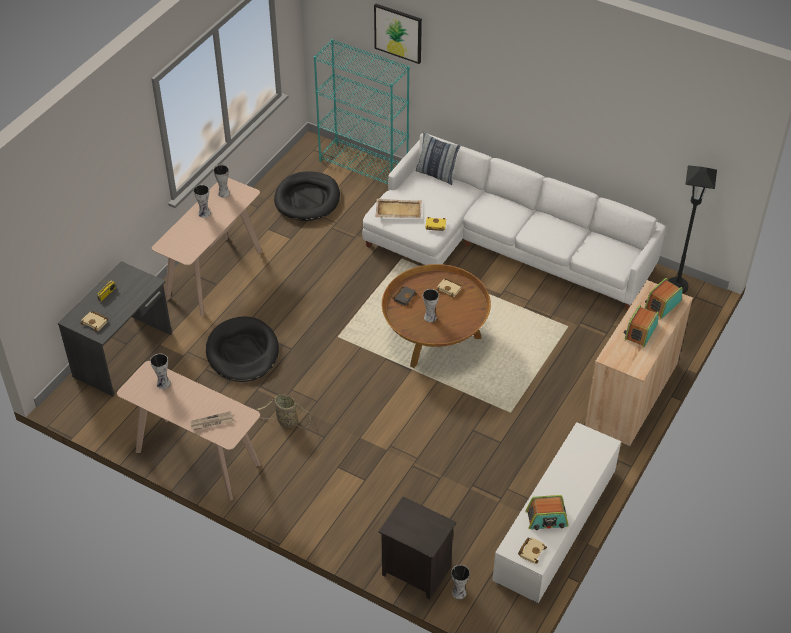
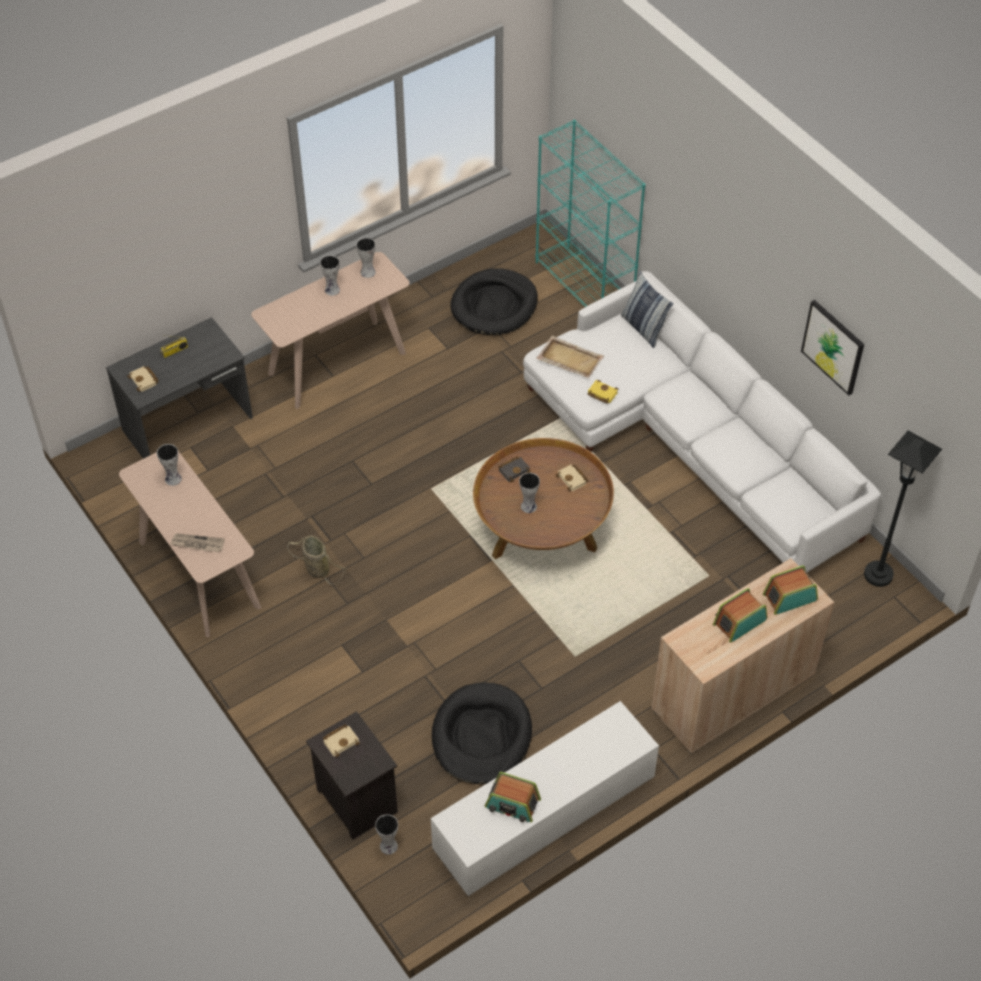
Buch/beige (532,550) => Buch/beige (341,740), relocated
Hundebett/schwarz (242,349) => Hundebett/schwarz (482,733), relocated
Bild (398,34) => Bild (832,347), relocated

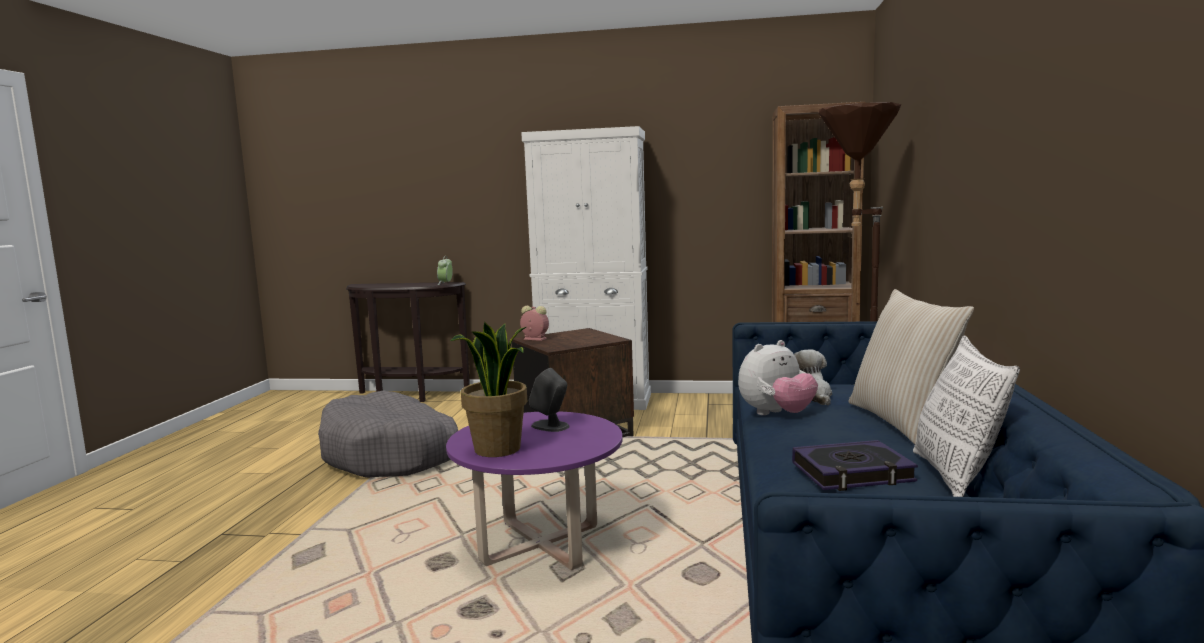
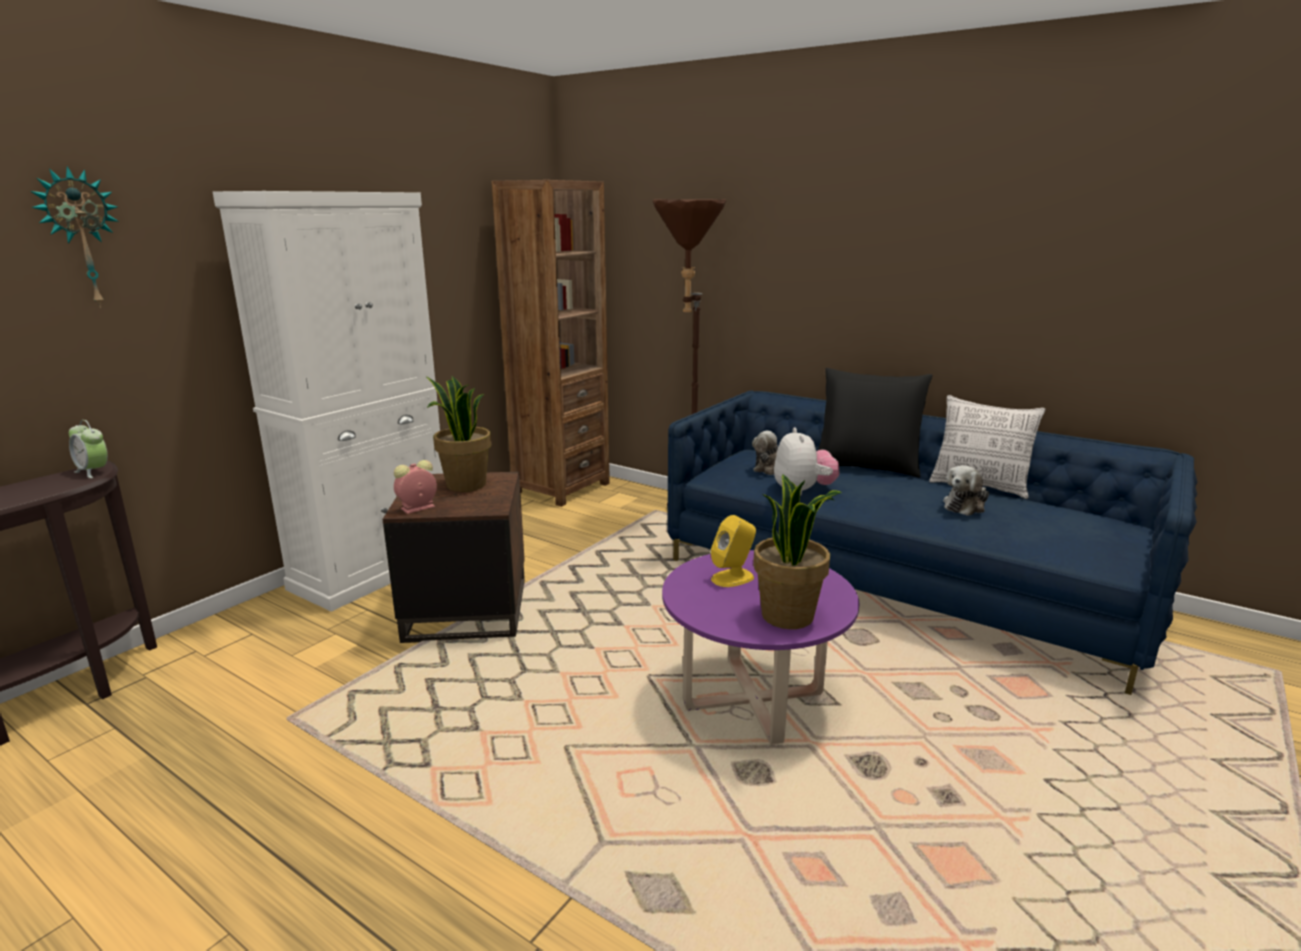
nothing => Wanduhr (74,237)
nothing => Topfpflanze (458,434)
Lautsprecher/grau (549,400) => Lautsprecher/gelb (733,551)
Kissen/beige (911,366) => Kissen/schwarz (875,423)
Buch (855,465) => Plüschtier (966,490)
Hundebett/grau (388,434) => nothing

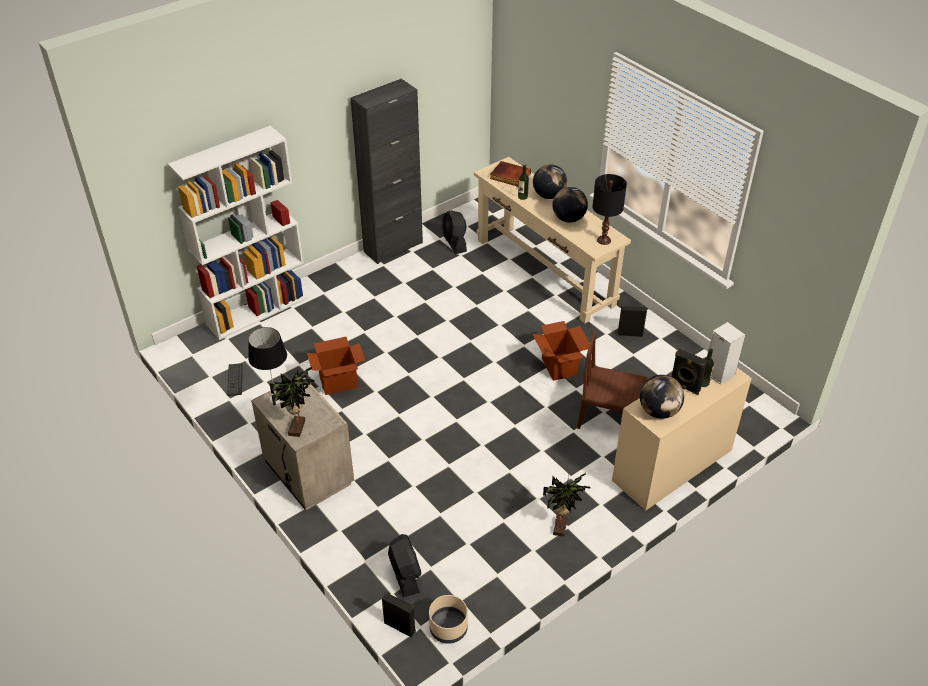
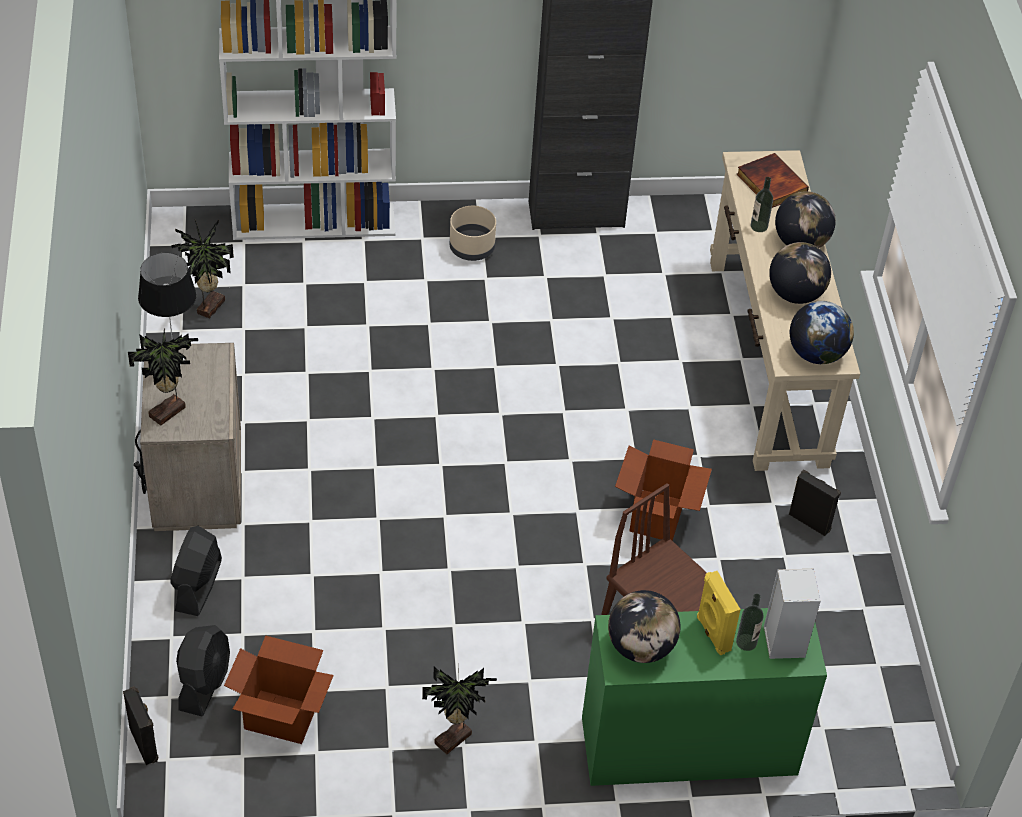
Ventilator/schwarz (454,232) => Ventilator/schwarz (196,571), relocated
Tastatur (235,379) => Topfpflanze (202,269)
Karton (336,366) => Karton (279,689), relocated
Pflanzkübel/beige (448,619) => Pflanzkübel/beige (473,233), relocated
Schreibtisch/beige (682,433) => Schreibtisch/grün (704,697)
Lautsprecher/schwarz (690,372) => Lautsprecher/gelb (719,613)
Tischlampe/schwarz (609,209) => Globus (822,332)

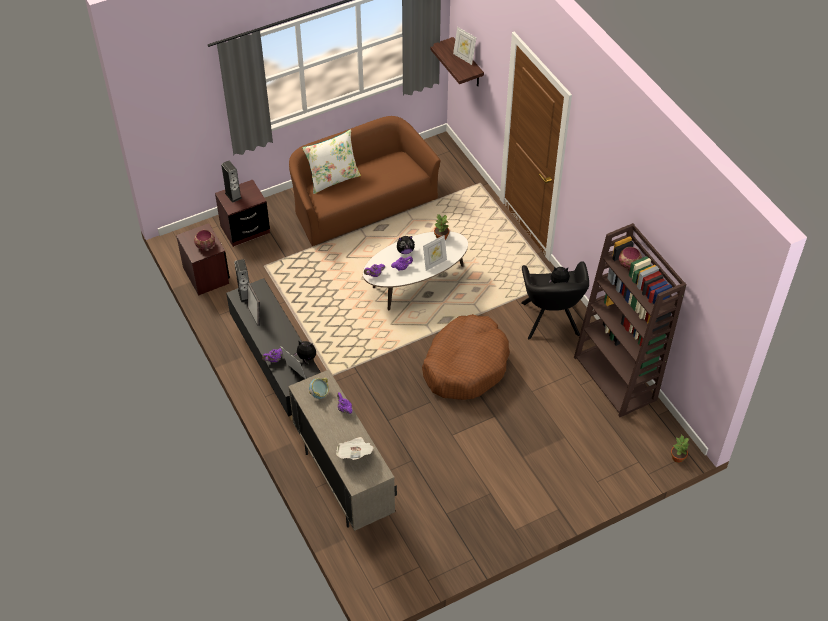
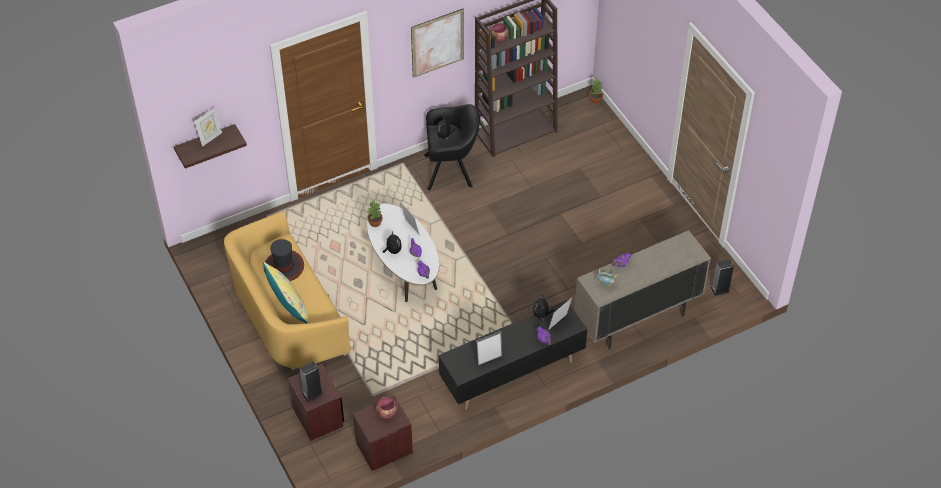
Sofa/braun (364,181) => Sofa/gelb (287,290)
Kissen/weiß (331,161) => Kissen/gelb (286,292)
nothing => Hut (284,260)
nothing => Bild (437,43)
Lautsprecher (241,280) => Lautsprecher (722,277), relocated
Zeitung (355,448) => nothing
Hundebett/braun (466,357) => nothing

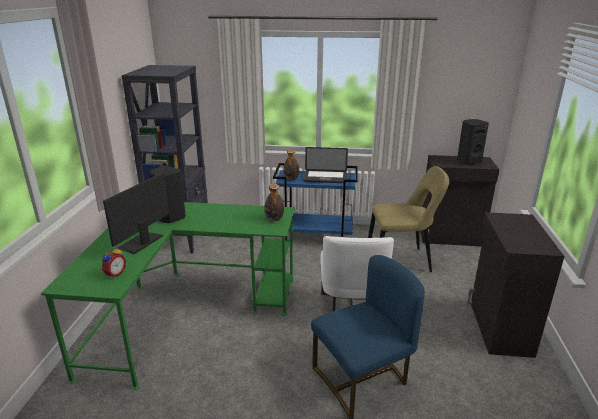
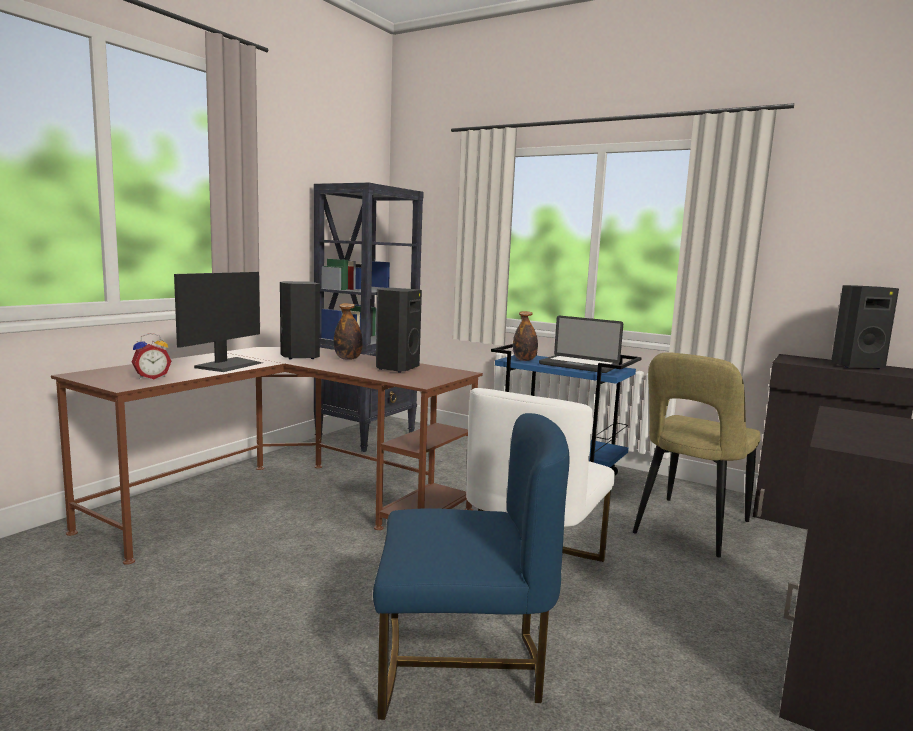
Schreibtisch/grün (168,296) => Schreibtisch/braun (267,456)
Monitor (136,213) => Monitor (218,322), 150 degrees clockwise
Flasche (274,202) => Flasche (348,331), relocated
nothing => Lautsprecher/schwarz (399,330)
Stuhl/beige (408,219) => Stuhl/beige (697,455), 105 degrees clockwise

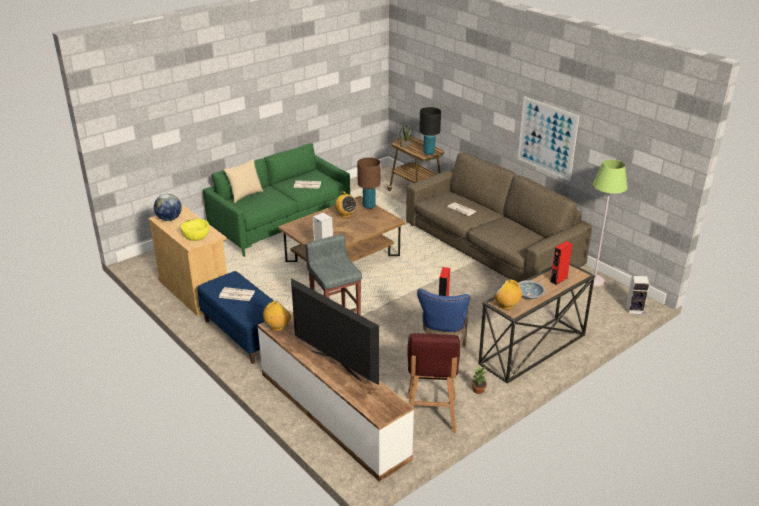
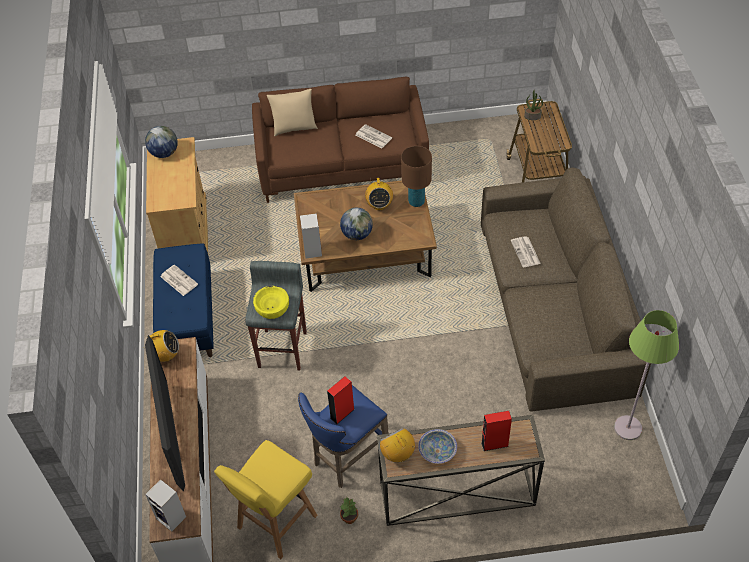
Lautsprecher (638,294) => Lautsprecher (165,505), relocated
Hocker/rot (433,383) => Hocker/gelb (265,499)
Sofa/grün (276,200) => Sofa/braun (340,140)
Schüssel/gelb (195,230) => Schüssel/gelb (271,302), relocated
nothing => Globus (356,224)
Tischlampe/schwarz (430,131) => nothing
Bild (548,138) => nothing

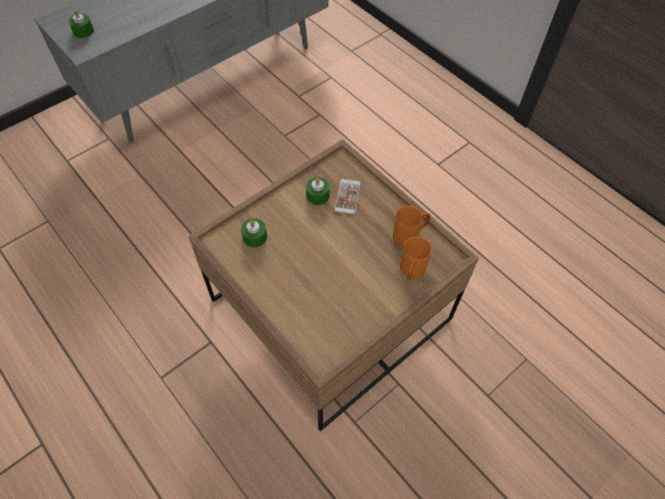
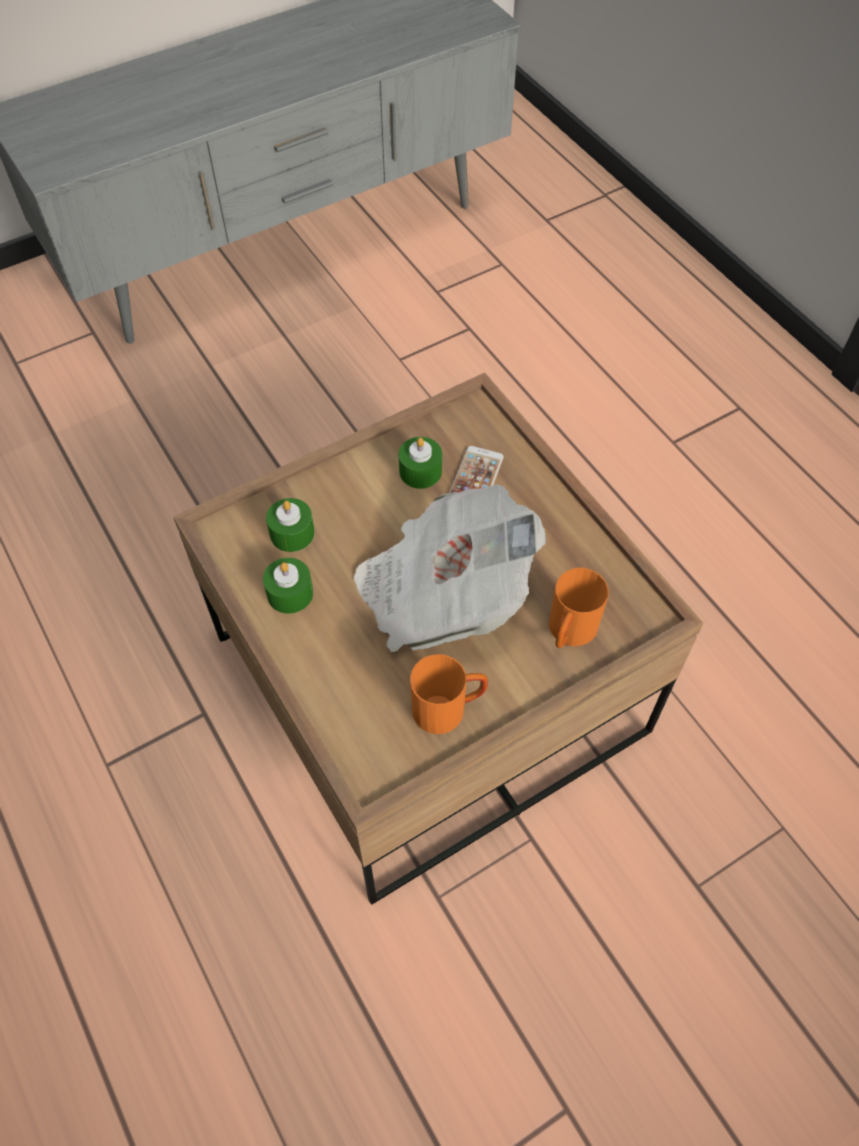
Kerze/grün (81,24) => Kerze/grün (288,586), relocated
nothing => Zeitung (449,568)
Henkelbecher/orange (412,226) => Henkelbecher/orange (449,694), relocated

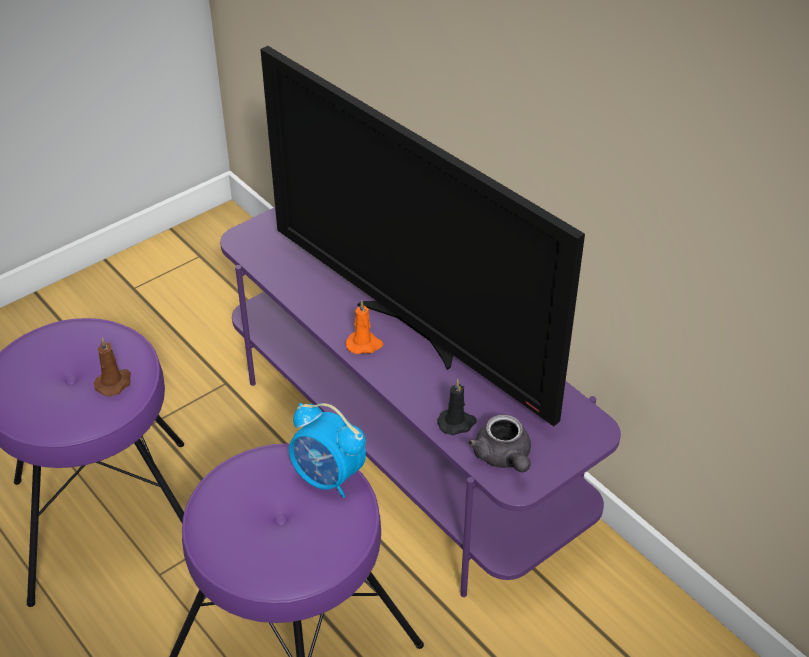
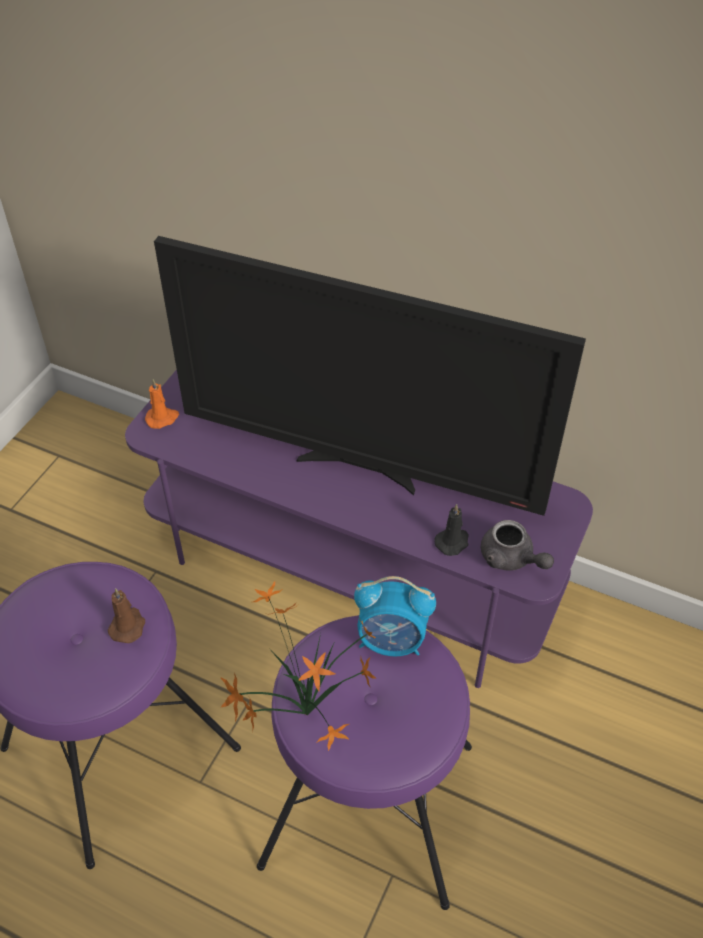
Kerze/orange (365,327) => Kerze/orange (162,404), relocated
nothing => Topfpflanze (298,666)

